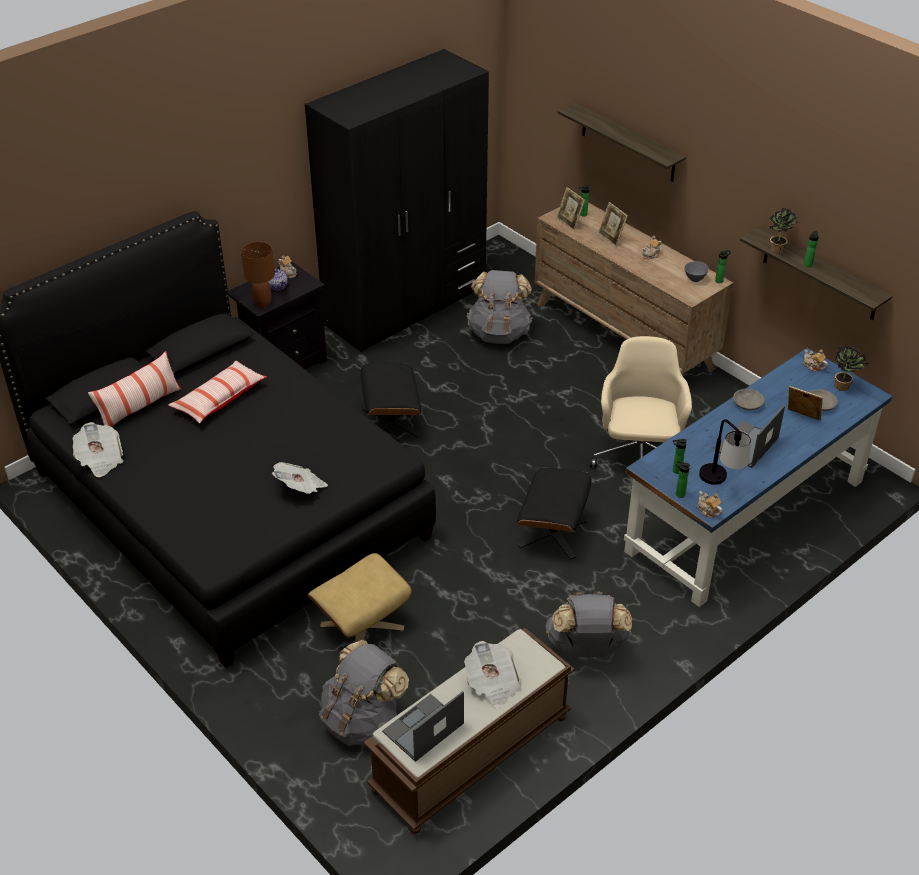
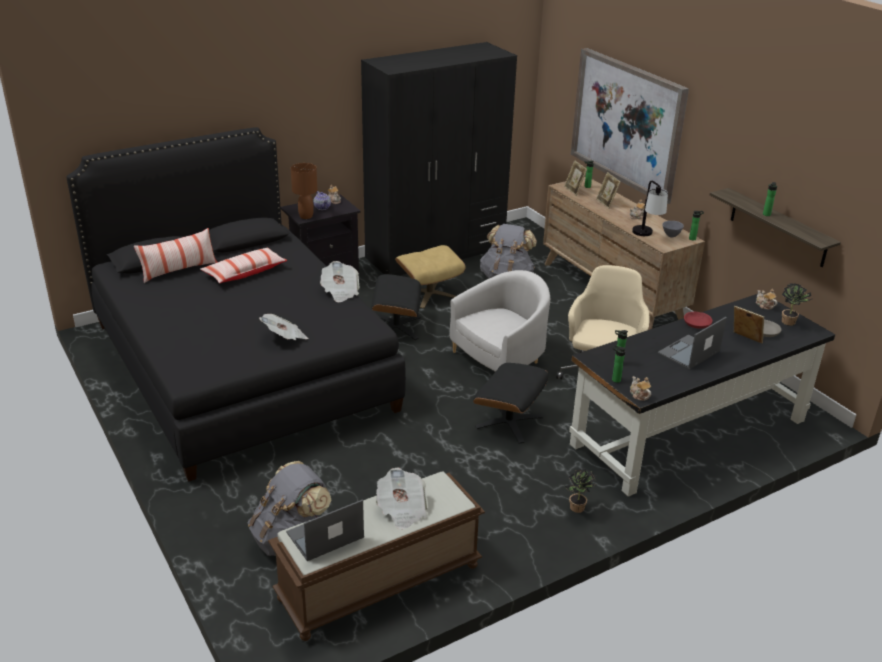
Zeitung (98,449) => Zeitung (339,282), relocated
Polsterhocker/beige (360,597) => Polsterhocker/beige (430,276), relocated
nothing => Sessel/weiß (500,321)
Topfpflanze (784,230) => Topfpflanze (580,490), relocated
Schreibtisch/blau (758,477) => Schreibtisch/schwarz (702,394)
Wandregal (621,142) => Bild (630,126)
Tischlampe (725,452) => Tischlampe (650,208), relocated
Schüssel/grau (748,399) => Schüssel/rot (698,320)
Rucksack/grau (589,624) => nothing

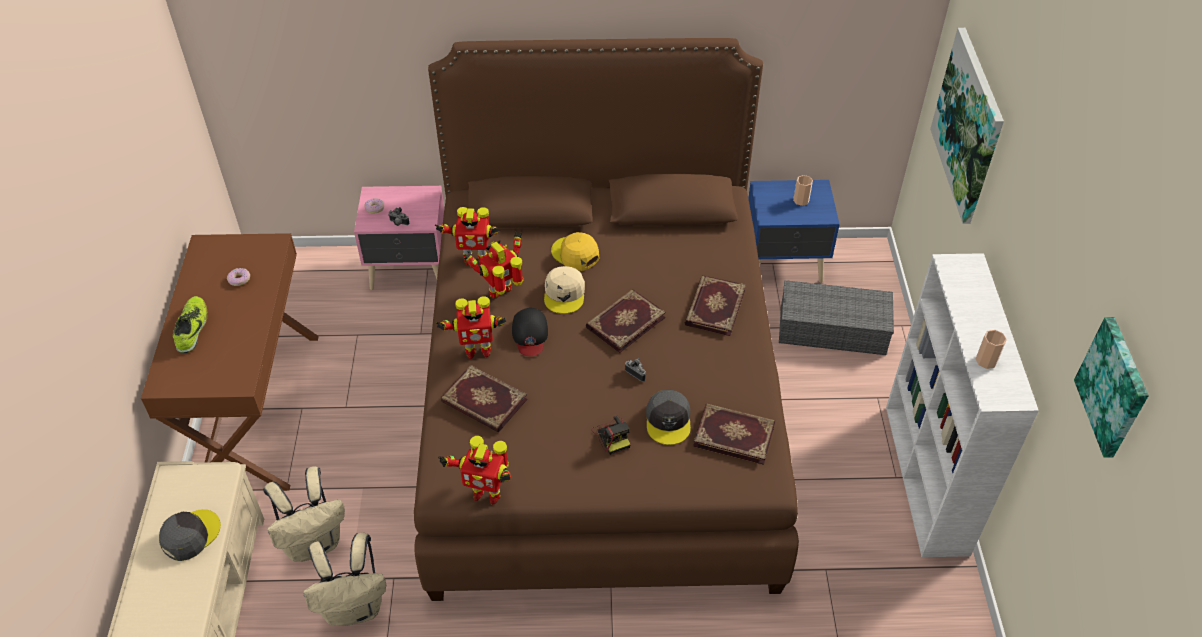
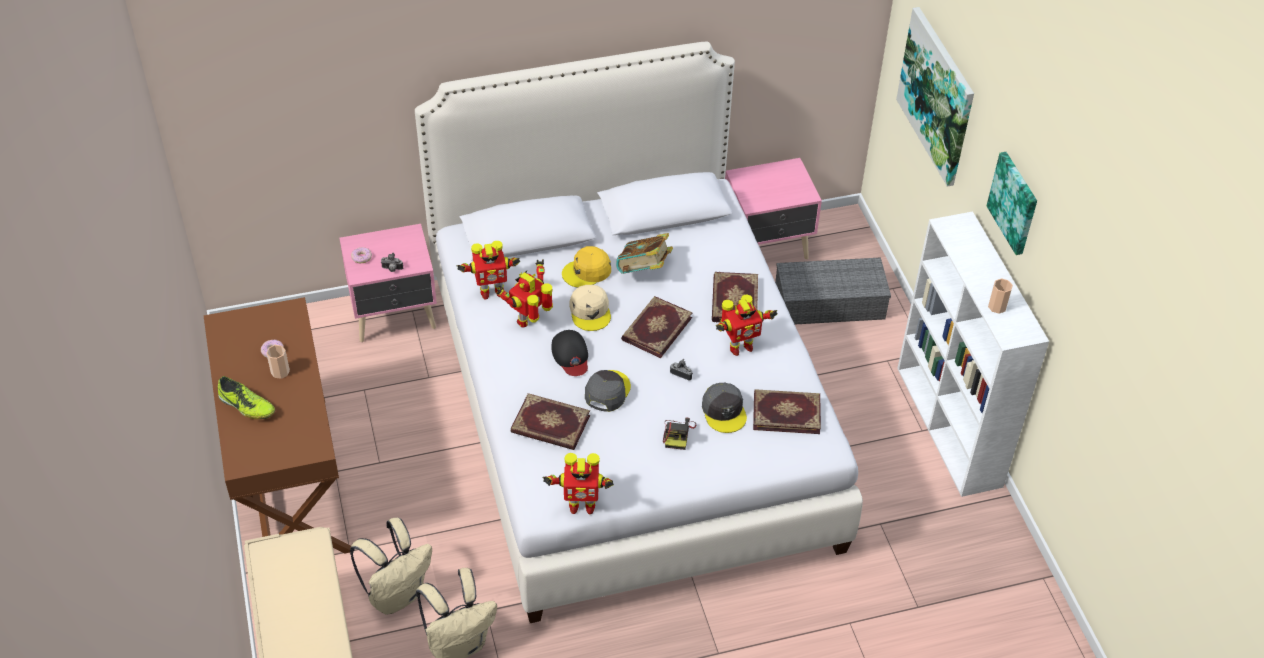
Schuh (190,324) => Schuh (246,397), 135 degrees clockwise
Tasse (803,190) => Tasse (278,362), relocated
Bett/braun (606,319) => Bett/weiß (639,332)
Kappe/gelb (575,251) => Kappe/gelb (586,266), 60 degrees counterclockwise
Kappe/grau (190,535) => Kappe/grau (608,391), relocated
nothing => Buch (644,253)
Kamera (611,435) => Kamera (679,434), 45 degrees clockwise
Spielzeugroboter (471,327) => Spielzeugroboter (746,325), relocated
Nachttisch/blau (794,231) => Nachttisch/rosa (773,208)
Bild (1111,387) => Bild (1012,203), relocated

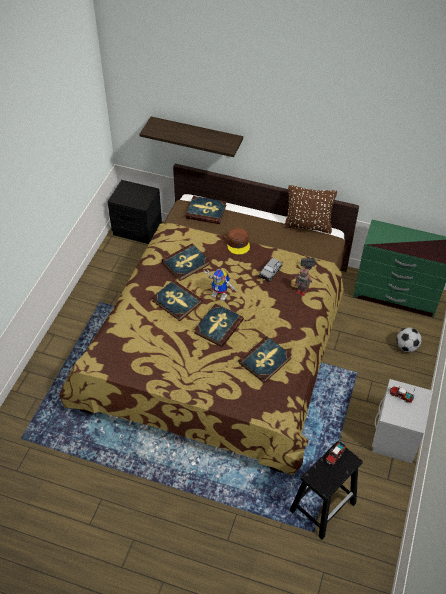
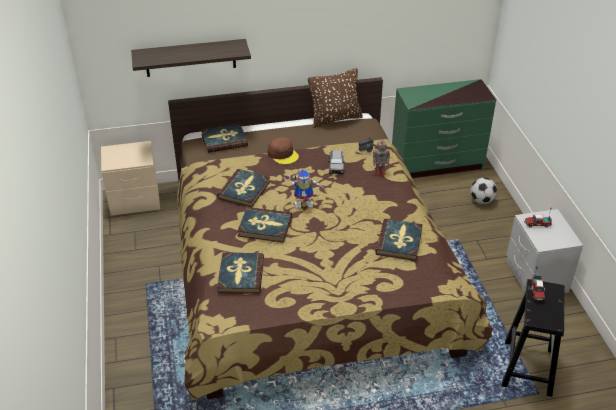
Nachttisch/schwarz (134,212) => Nachttisch/beige (130,178)
Buch (219,325) => Buch (240,273), relocated

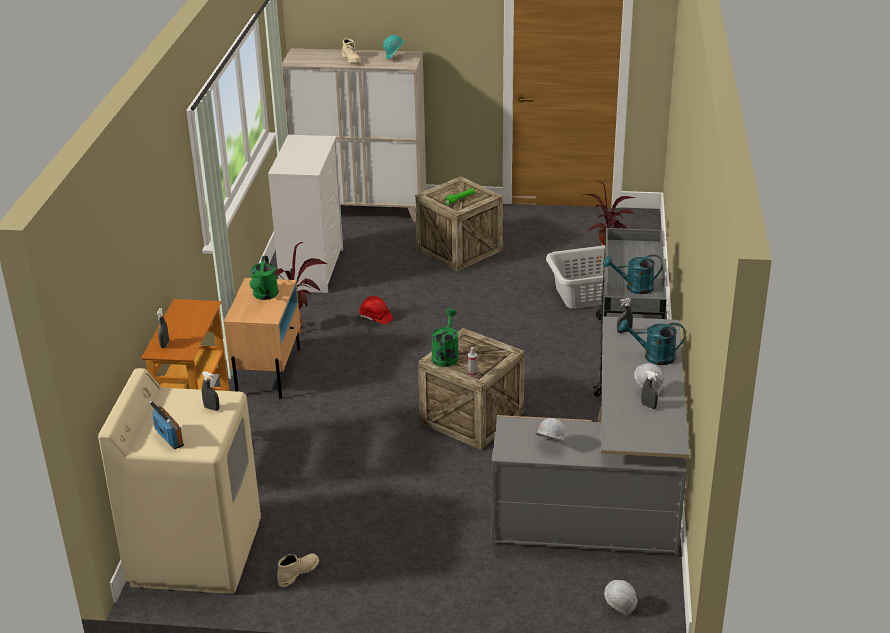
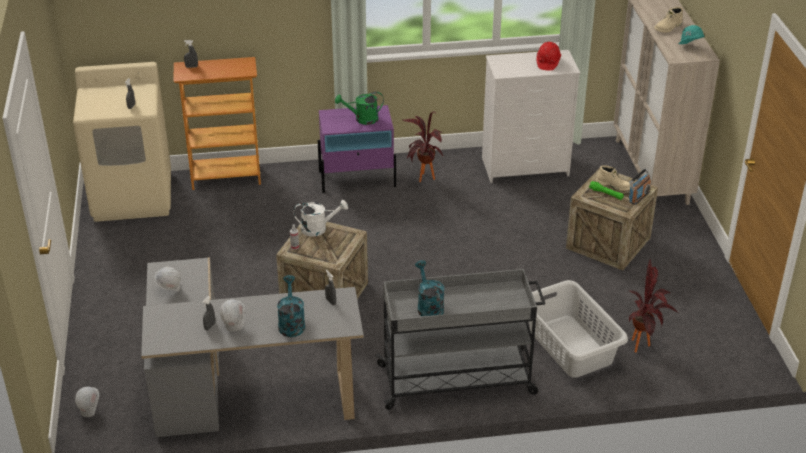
Gießkanne/grün (445,337) => Gießkanne/weiß (321,218)
Nachttisch/beige (262,338) => Nachttisch/lila (357,149)
Schutzhelm/rot (376,310) => Schutzhelm/rot (549,56), relocated
Stiefel/beige (298,570) => Stiefel/beige (613,178), relocated
Radio (166,425) => Radio (640,186), relocated

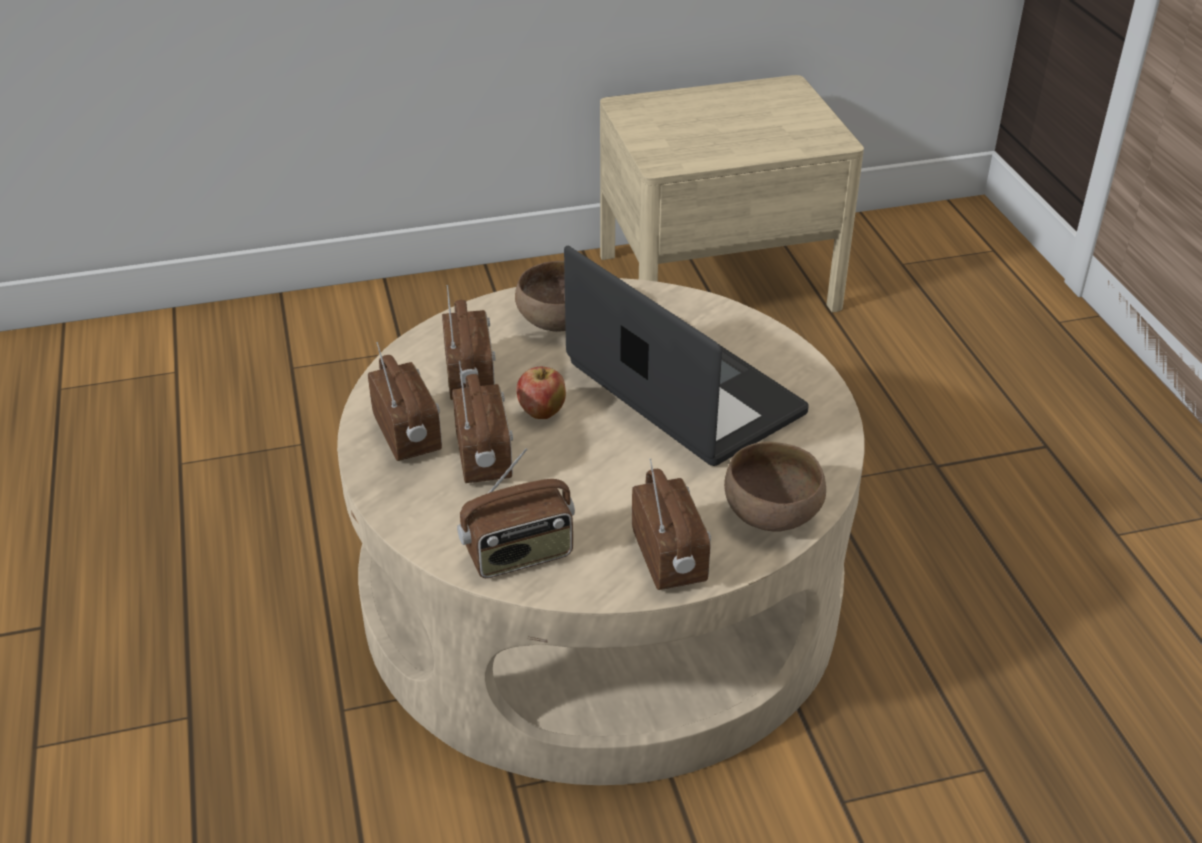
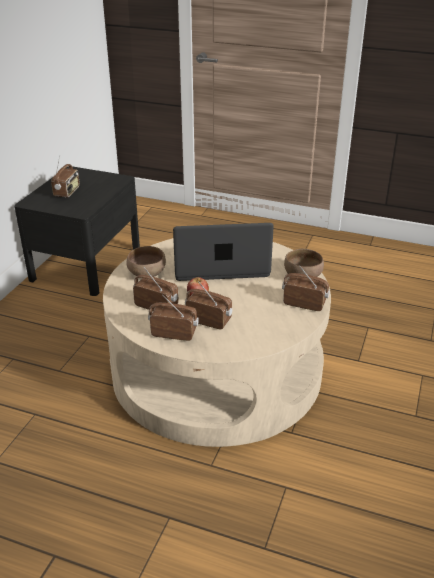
Nachttisch/beige (732,194) => Nachttisch/schwarz (77,231)
Radio (516,513) => Radio (65,176), relocated

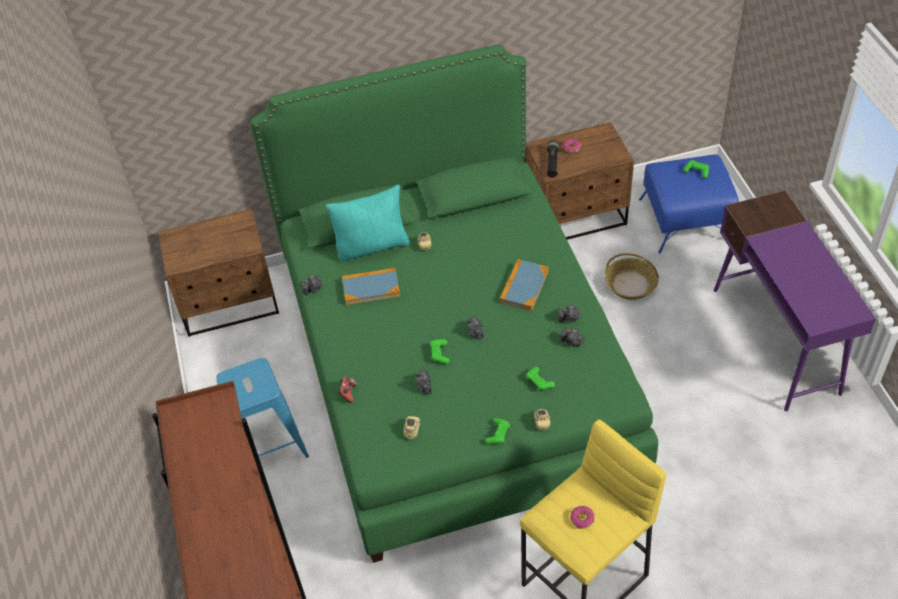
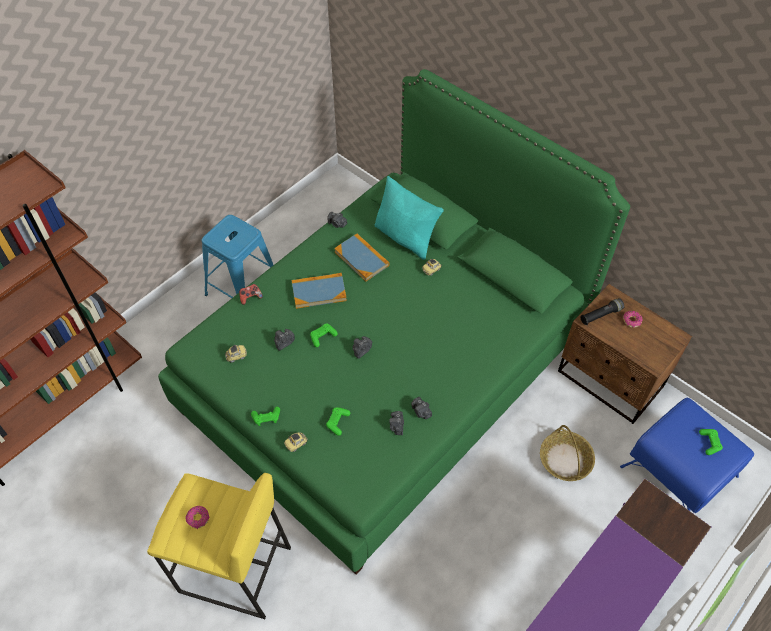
Buch (524,285) => Buch (319,291), relocated
Nachttisch/braun (218,273) => nothing

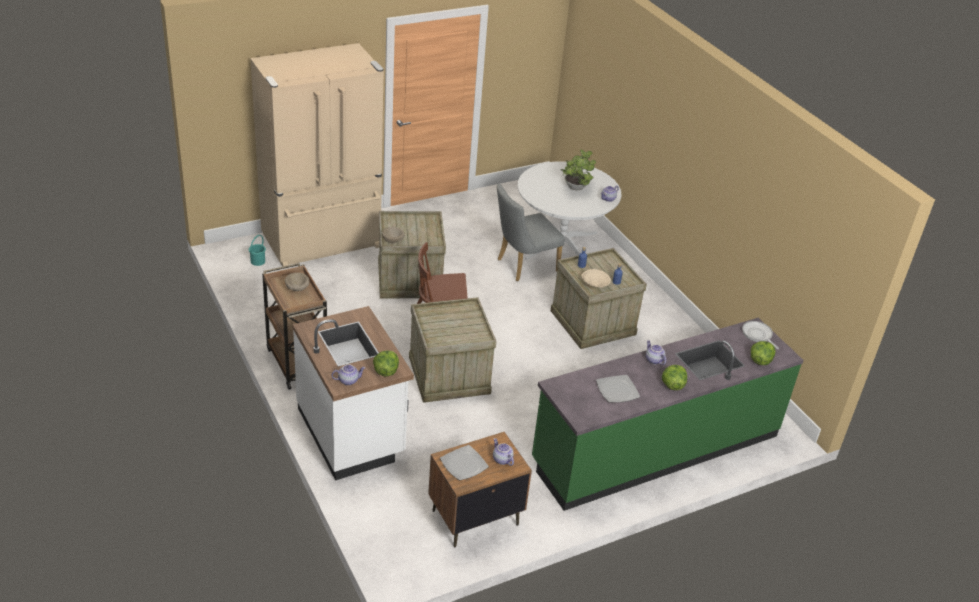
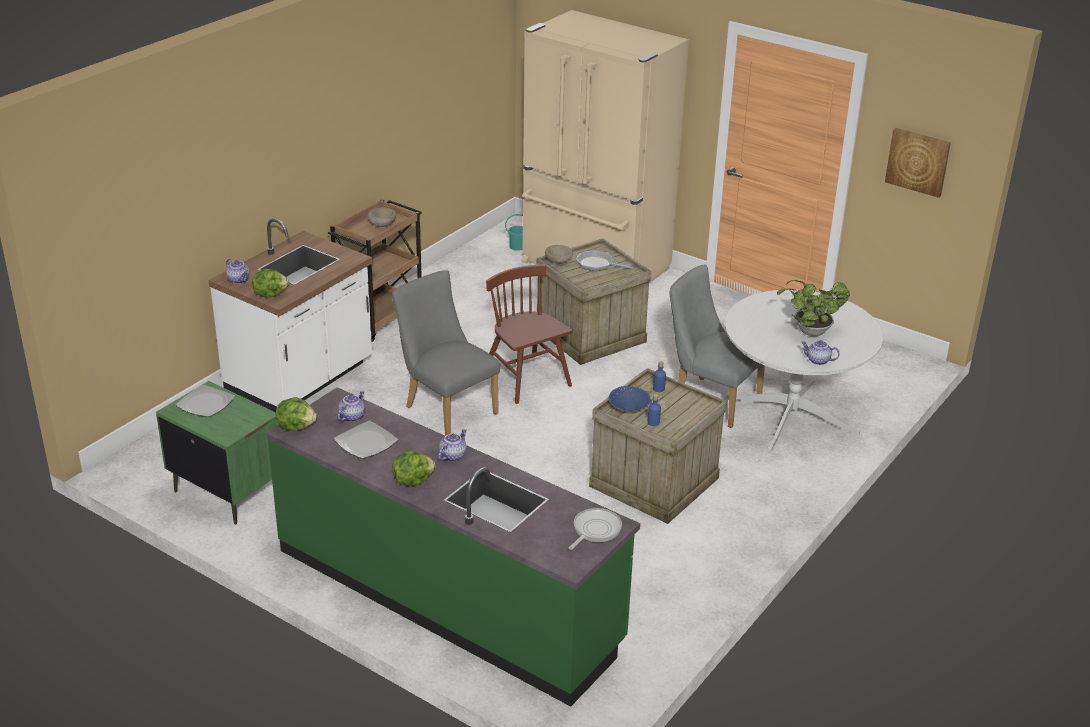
Nachttisch/braun (480,489) => Nachttisch/grün (217,453)
Salatkopf (763,353) => Salatkopf (296,414), relocated
Teekanne (503,452) => Teekanne (351,406), relocated
Kiste (452,350) => Stuhl/grau (446,353)
nothing => Pfanne (604,260)
Schüssel/beige (596,278) => Schüssel/blau (629,399)
nothing => Bild (918,163)

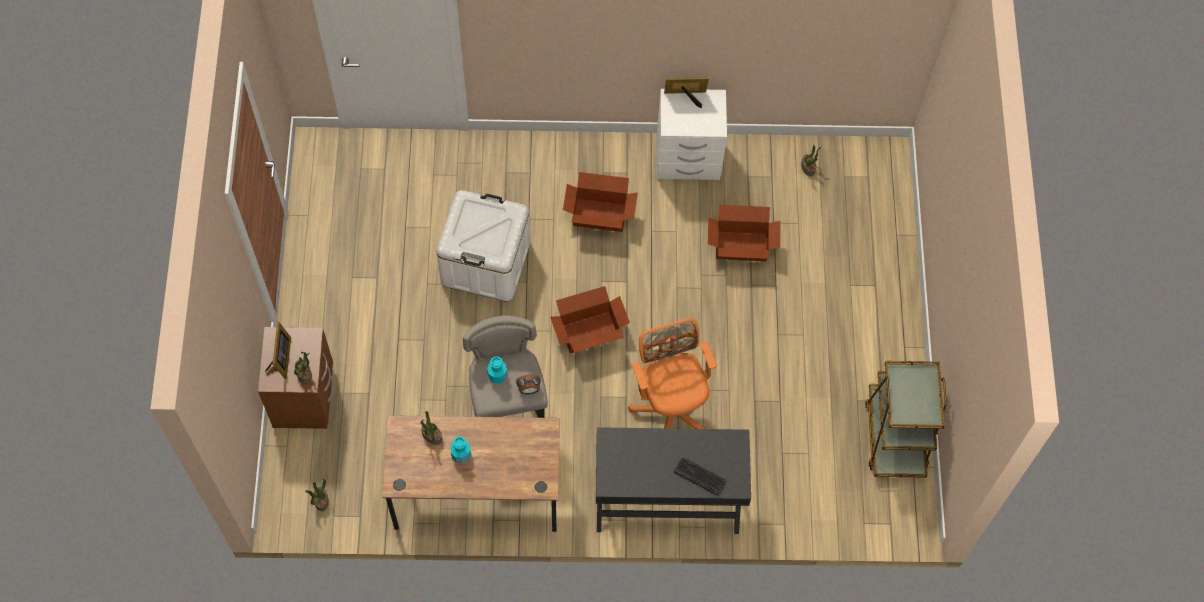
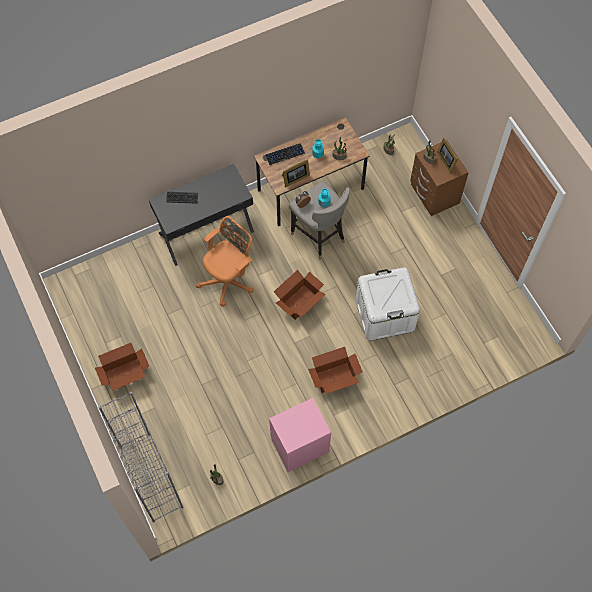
Karton (744,233) => Karton (122,367), relocated
nothing => Bücherregal/grau (140,457)
Bürostuhl/orange (672,373) => Bürostuhl/orange (225,261), 90 degrees counterclockwise
nothing => Tastatur (285,154)
Nachttisch/weiß (692,134) => Nachttisch/rosa (300,435)
Bilderrahmen (686,92) => Bilderrahmen (296,173), relocated
Rollwagen/braun (906,419) => nothing

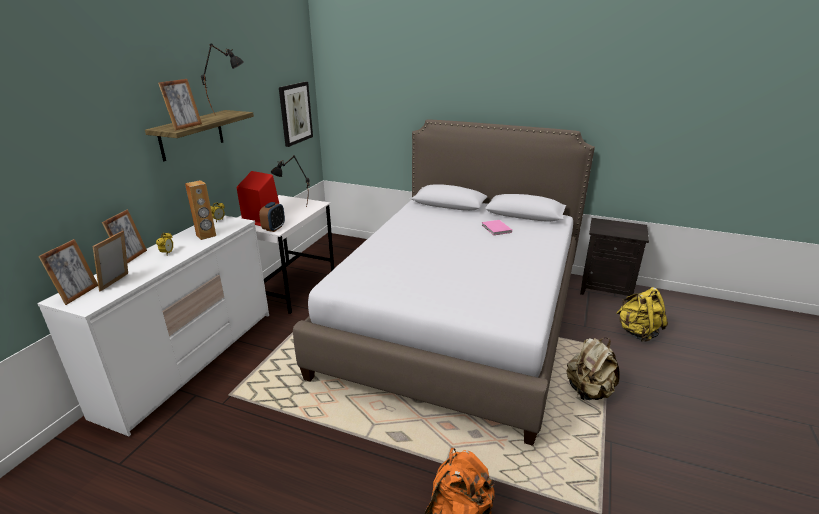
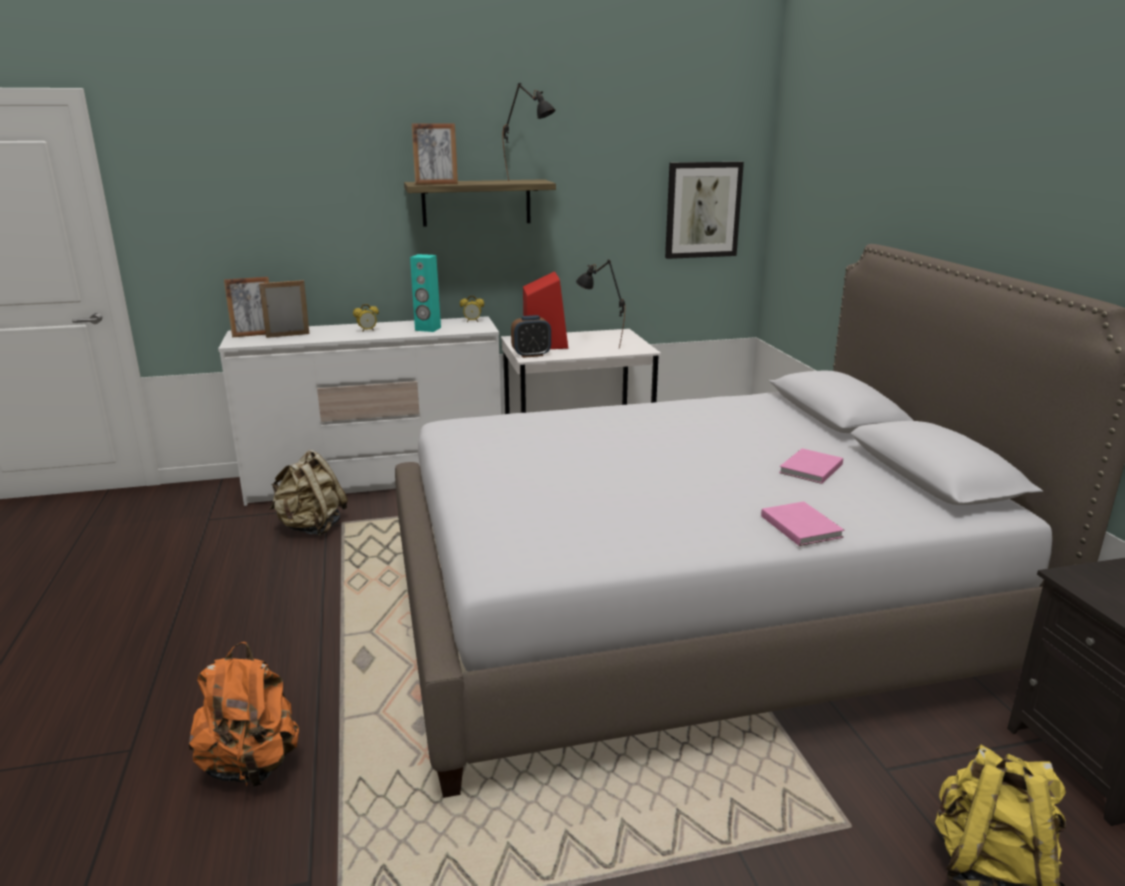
Rucksack/beige (593,369) => Rucksack/beige (308,493), relocated
Lautsprecher/braun (200,210) => Lautsprecher/türkis (425,293)
nothing => Buch/rosa (802,523)
Bilderrahmen (124,236) => nothing

